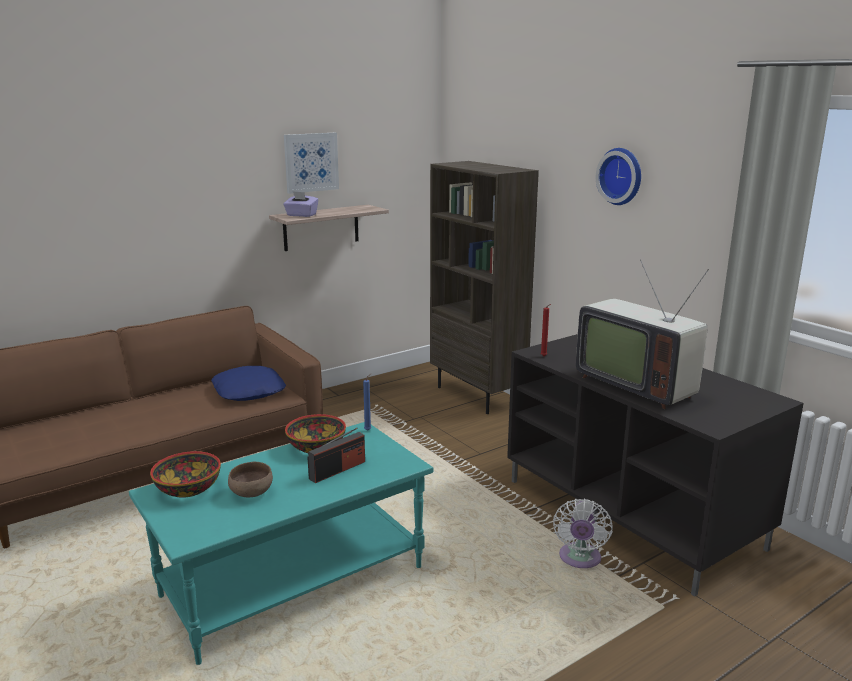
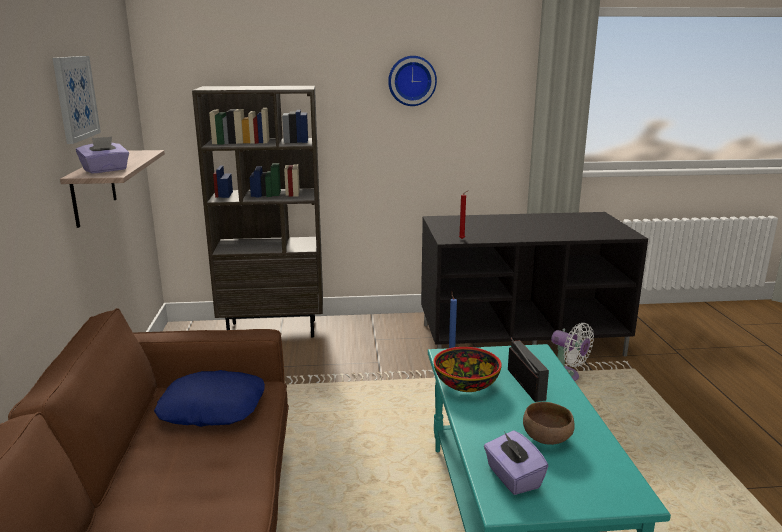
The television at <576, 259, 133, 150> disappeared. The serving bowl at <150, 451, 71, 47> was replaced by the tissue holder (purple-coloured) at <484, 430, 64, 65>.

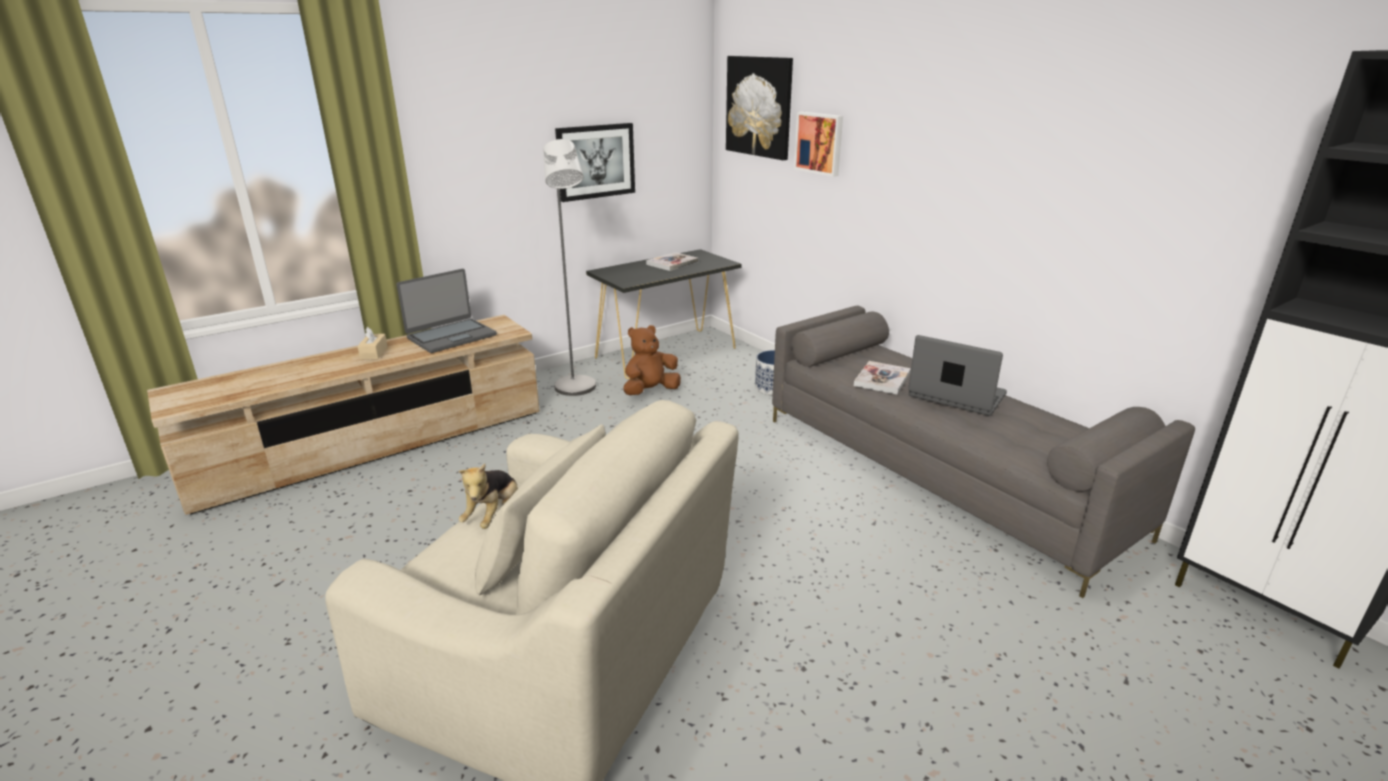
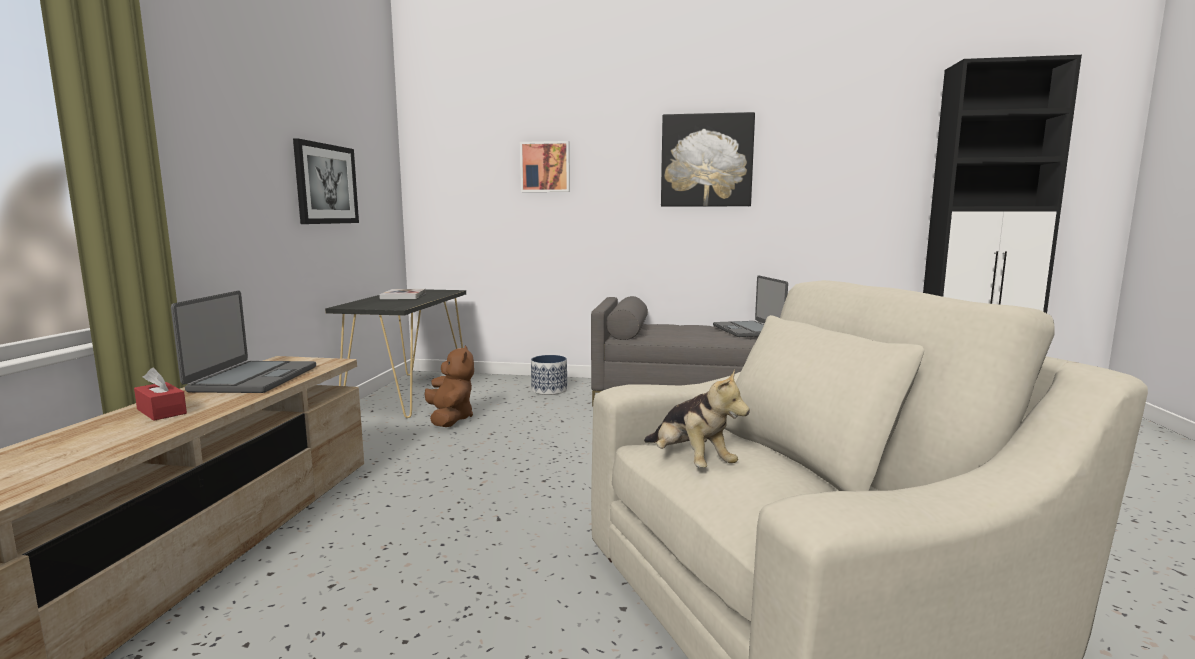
The standing lamp (greyish) at <543, 139, 53, 257> disappeared. The book at <854, 361, 57, 34> disappeared. The wall art moved from <726, 56, 67, 104> to <661, 112, 94, 95>. The tissue holder (sand-coloured) at <357, 327, 31, 33> became the tissue holder (reddish) at <134, 368, 53, 53>. The cuddly toy (brown-coloured) at <623, 325, 58, 70> turned 150 degrees clockwise. The laptop at <908, 335, 99, 81> turned 90 degrees counterclockwise.

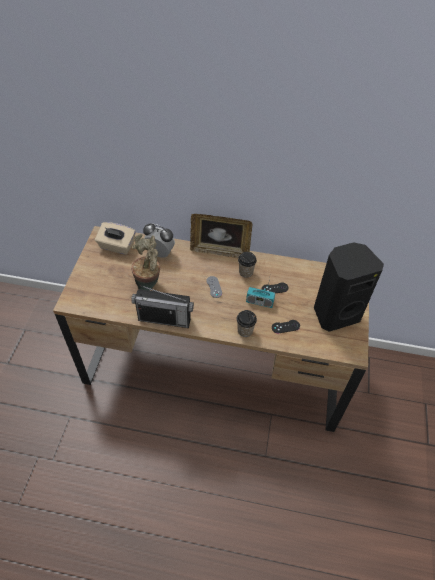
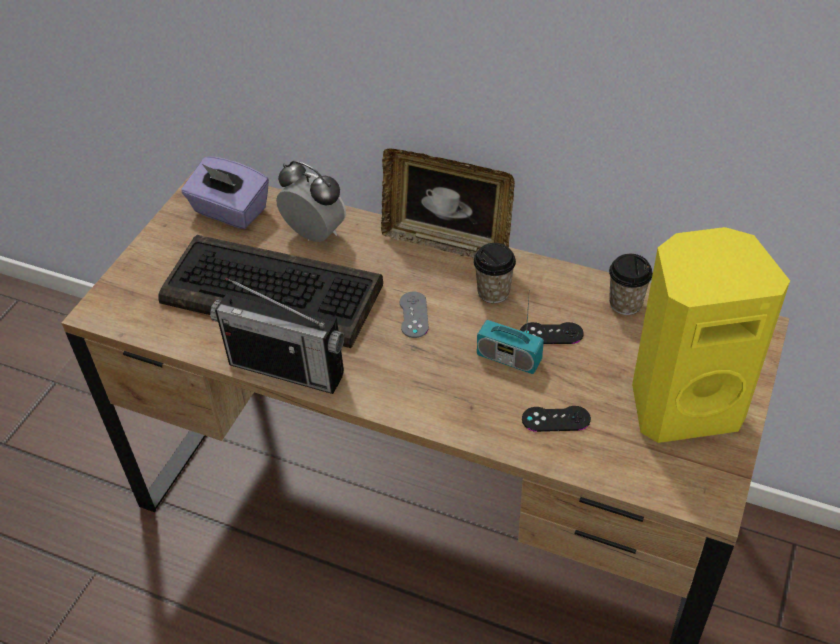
The cup moved from <237, 310, 20, 27> to <609, 254, 44, 61>. The houseplant at <131, 234, 29, 57> was replaced by the PC keyboard at <159, 235, 224, 113>. The tissue holder (sand-coloured) at <95, 222, 41, 33> became the tissue holder (purple-coloured) at <181, 157, 88, 72>. The speaker (black) at <314, 242, 70, 90> became the speaker (yellowish) at <632, 227, 158, 216>.

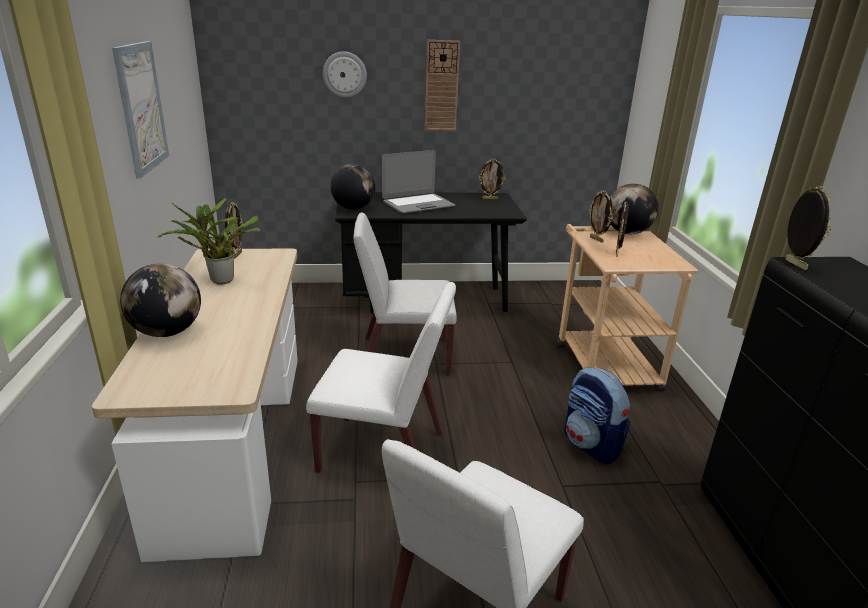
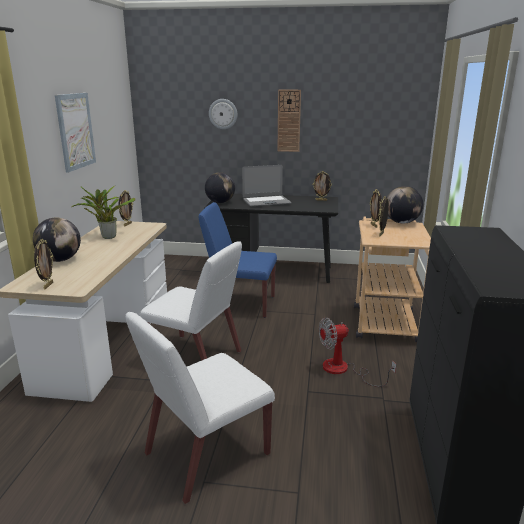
The photo frame moved from <786, 186, 45, 84> to <34, 239, 19, 51>. The backpack at <564, 367, 66, 97> was replaced by the electric fan at <319, 317, 77, 70>. The plain chair (whitish) at <353, 213, 103, 162> became the plain chair (blue-coloured) at <198, 202, 79, 116>.

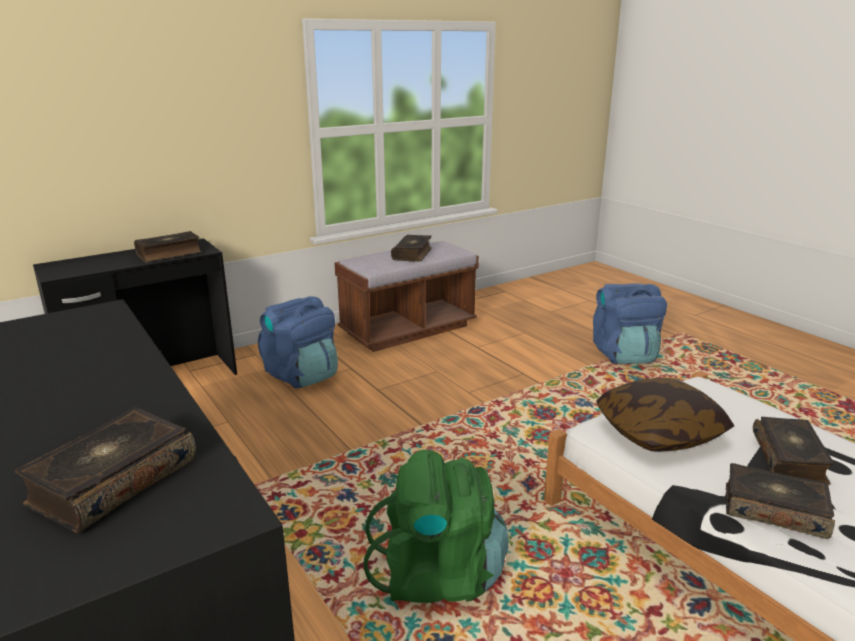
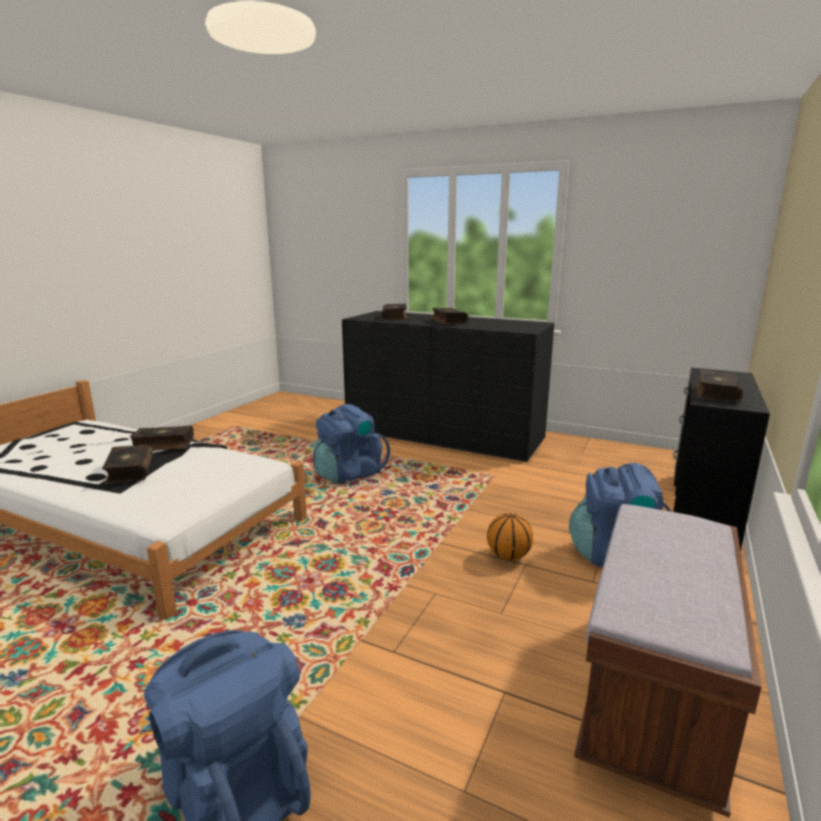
The pillow at <596, 378, 138, 74> disappeared. The ball for basketball at <487, 513, 46, 47> appeared. The book moved from <391, 235, 41, 27> to <431, 308, 37, 16>. The backpack (green) at <364, 449, 145, 154> became the backpack (blue-coloured) at <313, 404, 77, 80>.

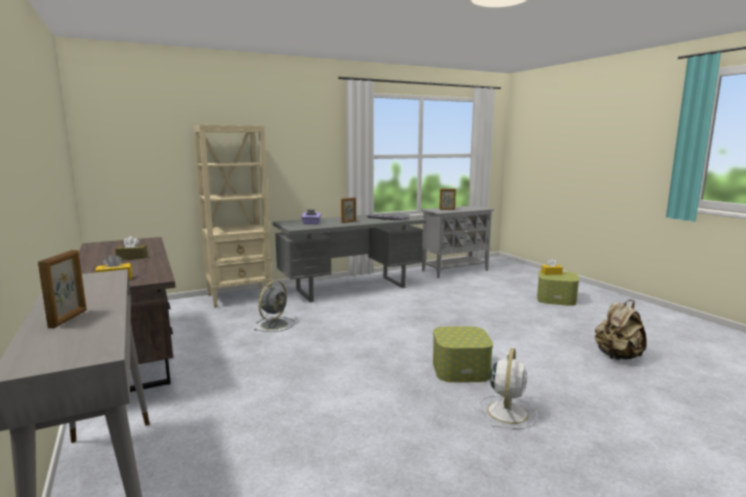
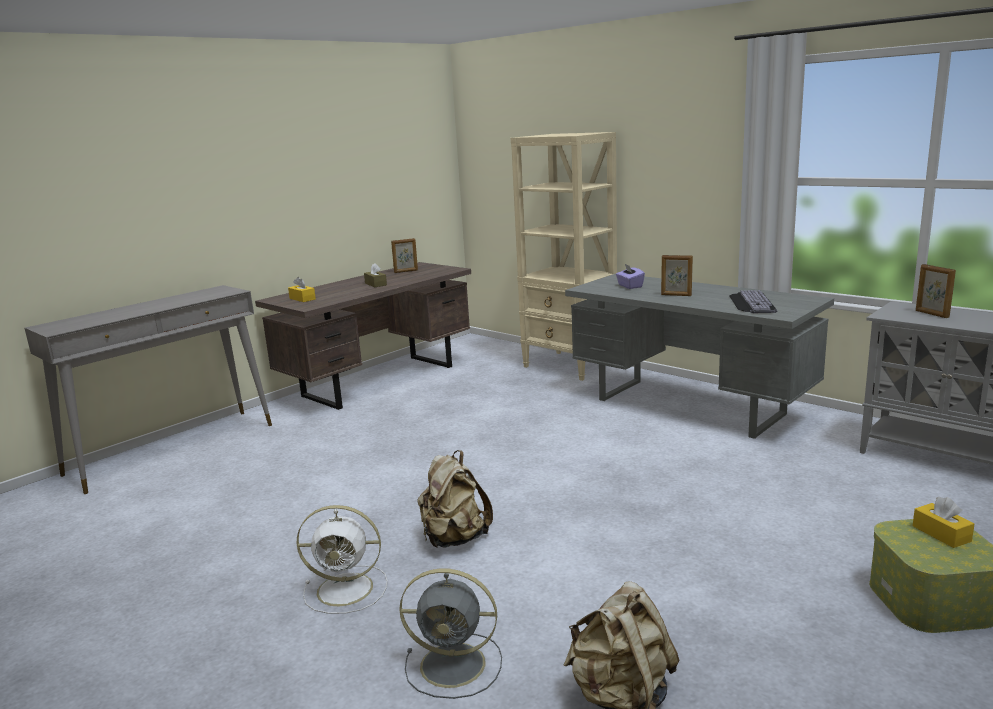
The photo frame moved from <38, 250, 49, 78> to <391, 238, 27, 35>. The electric fan (greyish) moved from <254, 281, 41, 51> to <399, 568, 103, 131>. The storage container at <433, 326, 60, 57> was replaced by the backpack (sand-coloured) at <417, 450, 76, 98>.

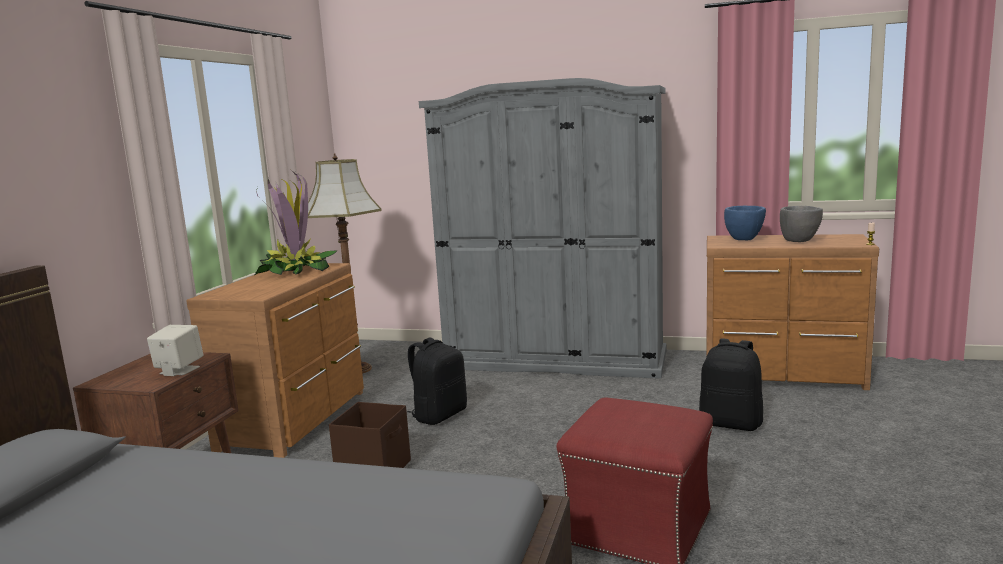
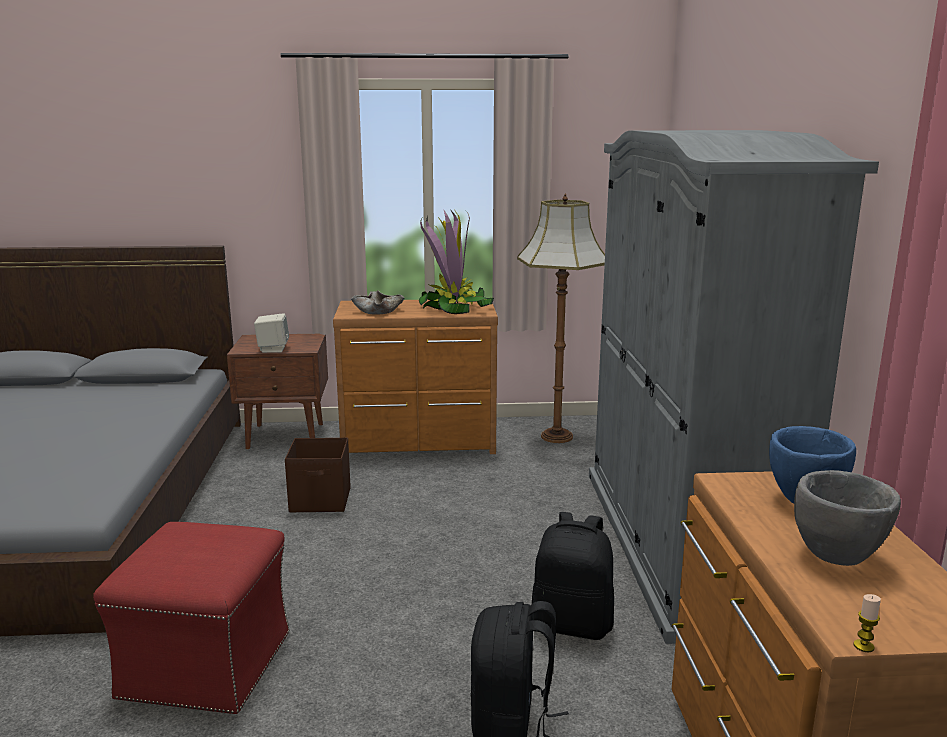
The serving bowl (sand-coloured) at <351, 290, 53, 24> appeared. The backpack (black) moved from <407, 337, 60, 88> to <532, 512, 82, 128>.

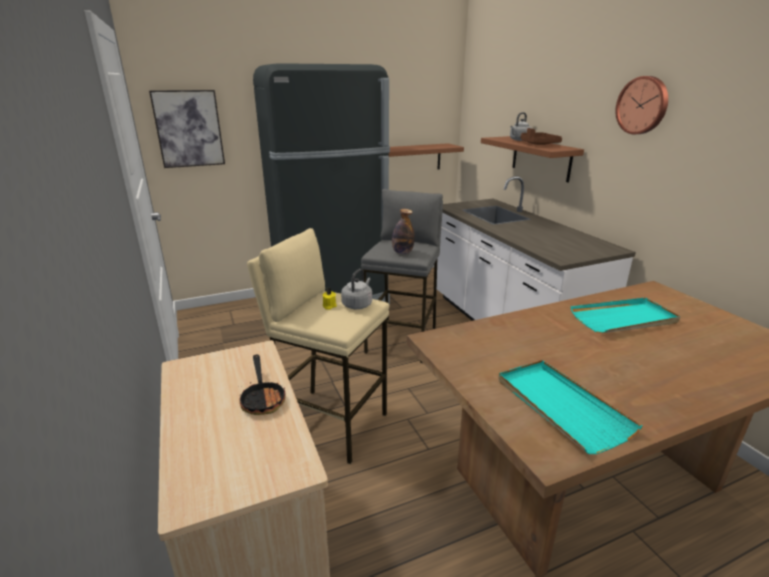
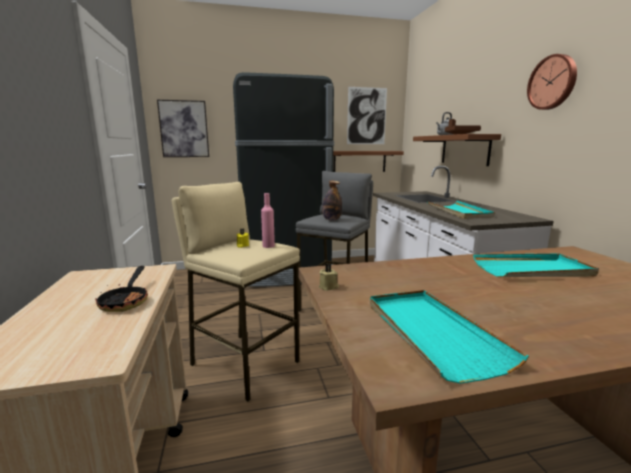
The wax light (sand-coloured) at <319, 263, 20, 28> appeared. The wall art at <347, 87, 40, 57> appeared. The carrying tray (blue-green) at <427, 201, 68, 18> appeared. The tea kettle (greyish) at <341, 269, 31, 40> was replaced by the beverage bottle (pink) at <261, 193, 14, 55>.

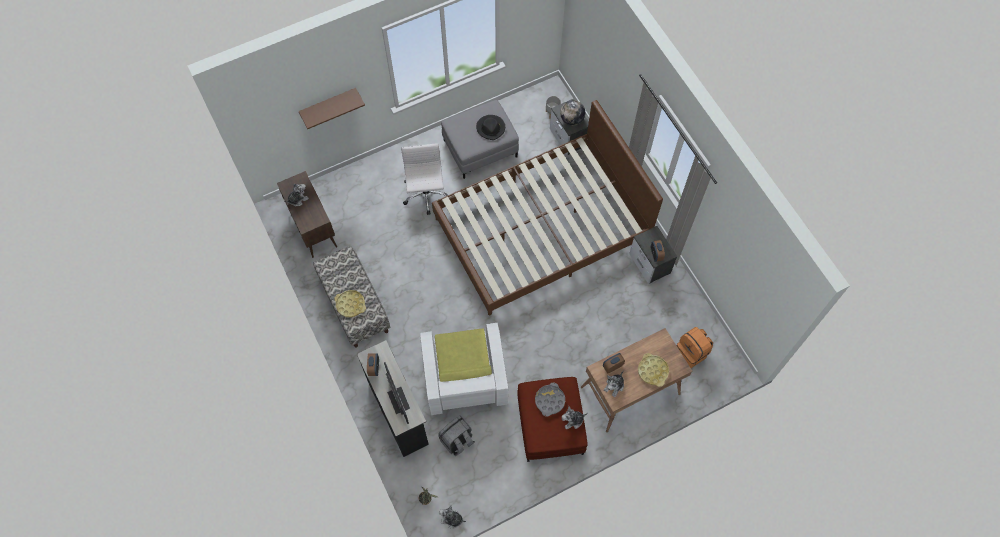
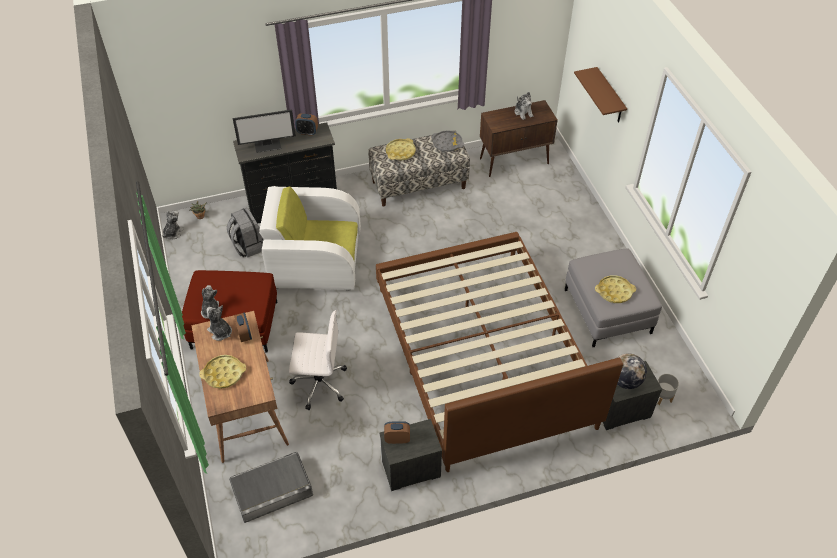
The office chair (whitish) moved from <401, 143, 46, 72> to <289, 310, 58, 100>. The carrying tray (greyish) moved from <535, 382, 30, 35> to <431, 130, 33, 22>. The wearable hat (black) at <476, 115, 29, 25> was replaced by the carrying tray (yellowish) at <595, 275, 41, 28>. The backpack (orange-coloured) at <677, 327, 36, 41> was replaced by the storage container (greyish) at <229, 452, 84, 71>.

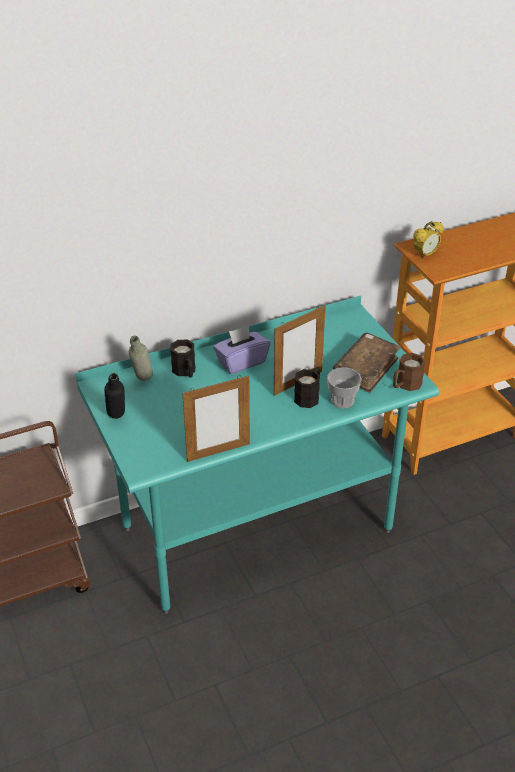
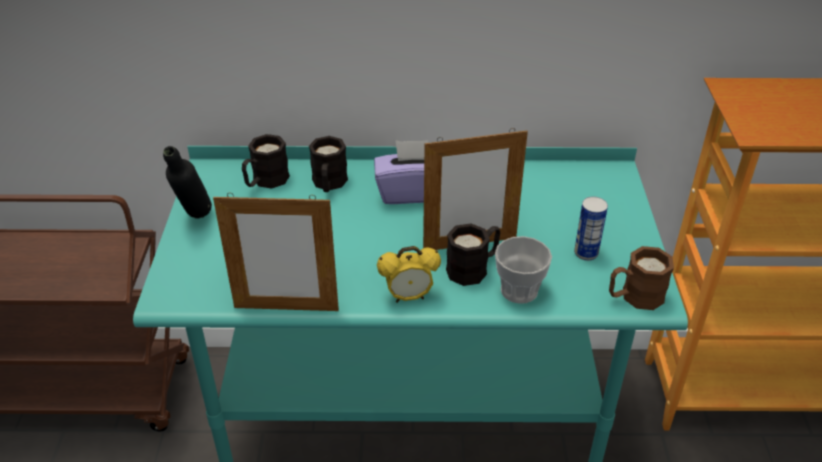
The bedside clock moved from <413, 221, 31, 38> to <377, 246, 64, 57>. The beverage bottle (greyish) at <129, 335, 24, 46> was replaced by the mug (black) at <242, 134, 48, 55>. The book (brown-coloured) at <333, 333, 68, 60> was replaced by the can at <574, 196, 34, 65>.

